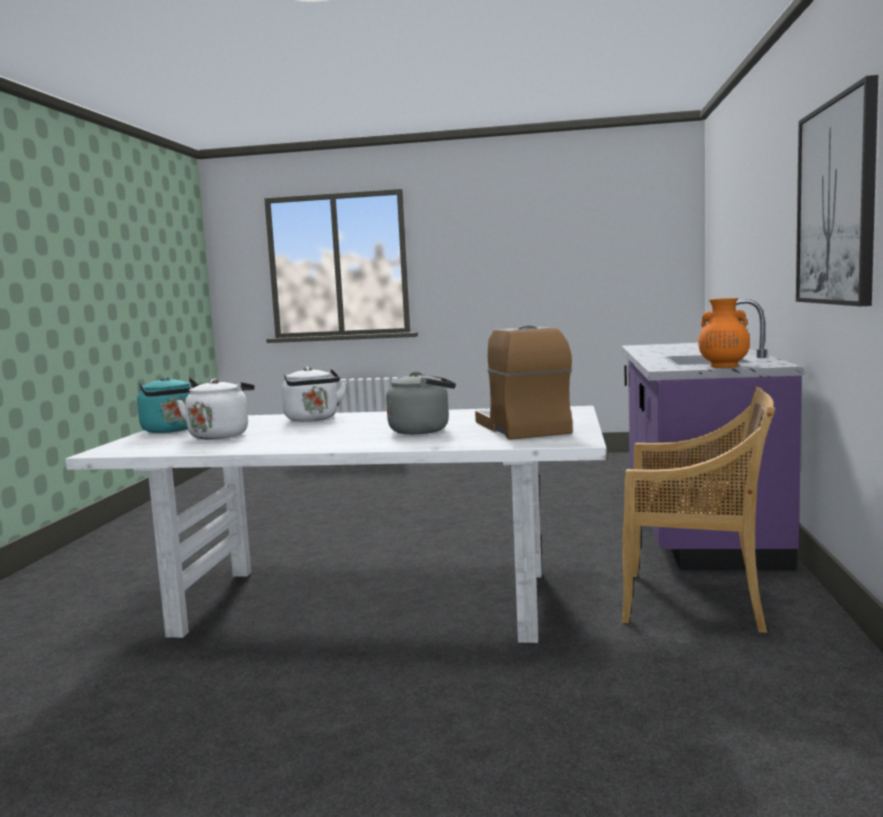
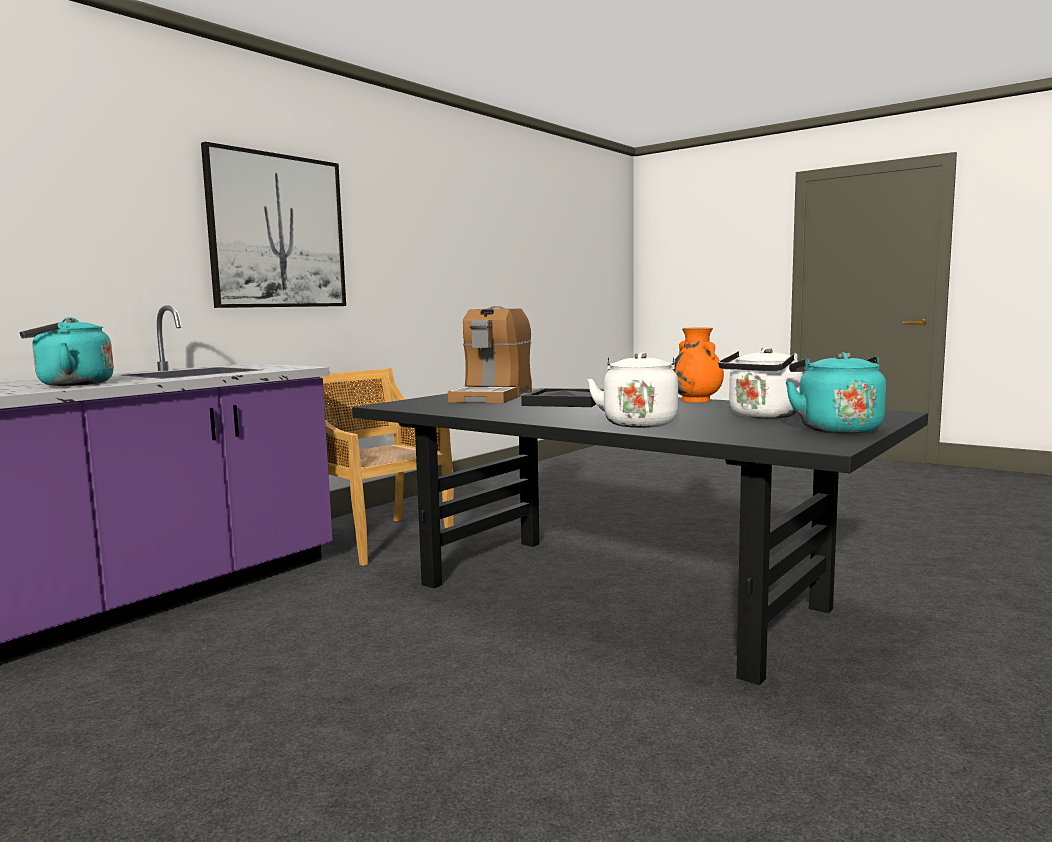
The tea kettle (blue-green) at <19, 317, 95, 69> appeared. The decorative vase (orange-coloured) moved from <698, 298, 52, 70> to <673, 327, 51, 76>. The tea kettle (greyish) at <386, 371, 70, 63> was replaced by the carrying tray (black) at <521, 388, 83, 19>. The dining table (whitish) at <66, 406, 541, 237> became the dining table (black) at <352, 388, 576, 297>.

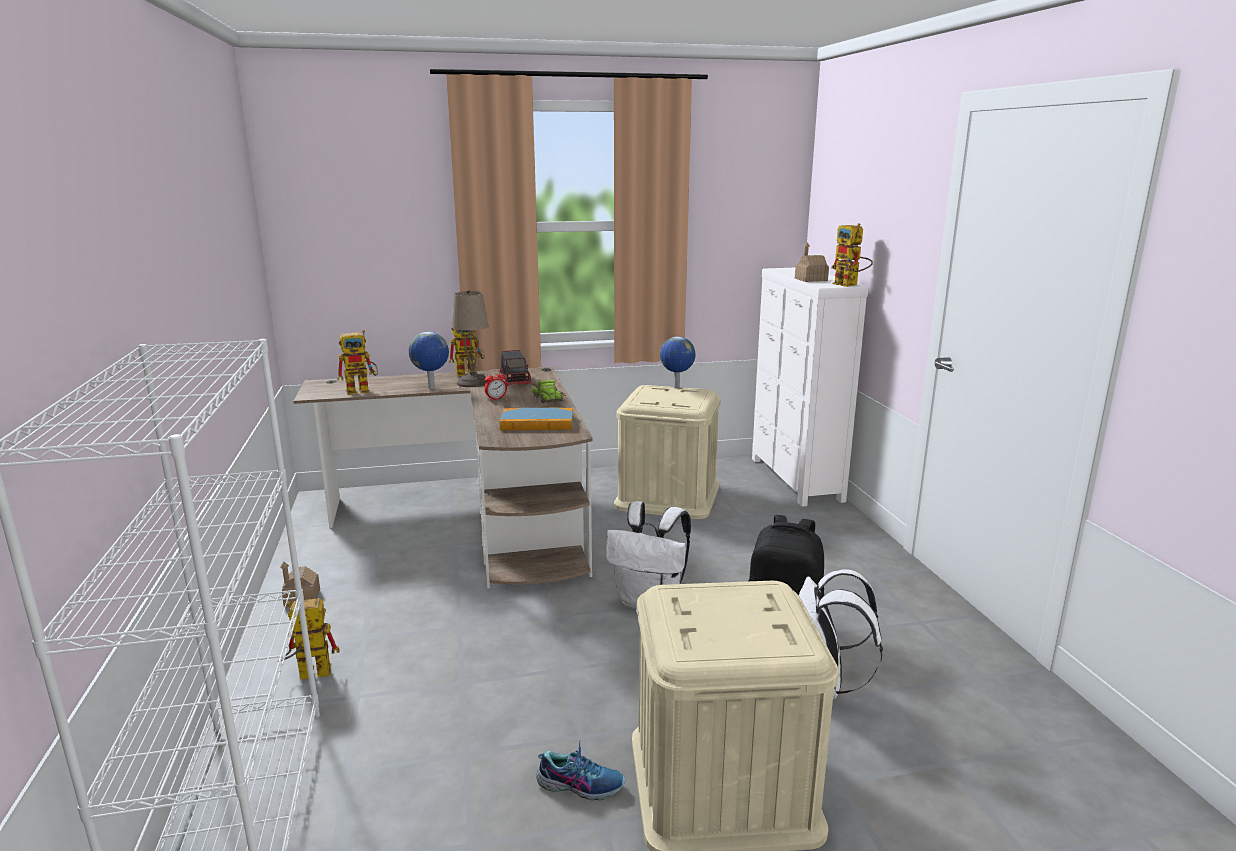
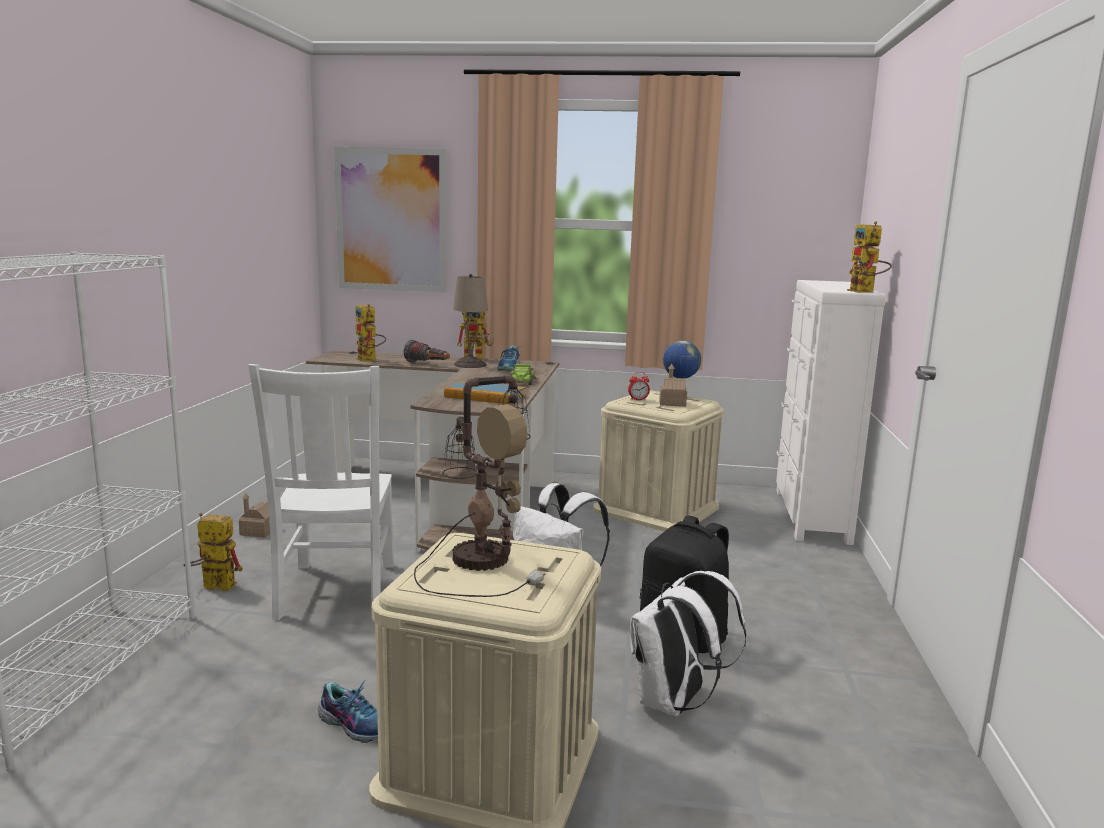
The plain chair (whitish) at <248, 364, 146, 256> appeared. The wall art at <334, 147, 113, 146> appeared. The tabletop lamp at <414, 375, 132, 222> appeared. The bedside clock moved from <484, 370, 23, 30> to <628, 372, 22, 28>. The toy house moved from <795, 242, 34, 40> to <659, 364, 28, 43>. The world globe at <409, 332, 40, 57> was replaced by the torch at <404, 340, 46, 23>. The toy lorry at <499, 350, 33, 36> was replaced by the item of footwear at <497, 345, 25, 26>. The model robot at <337, 330, 41, 65> turned 60 degrees clockwise.

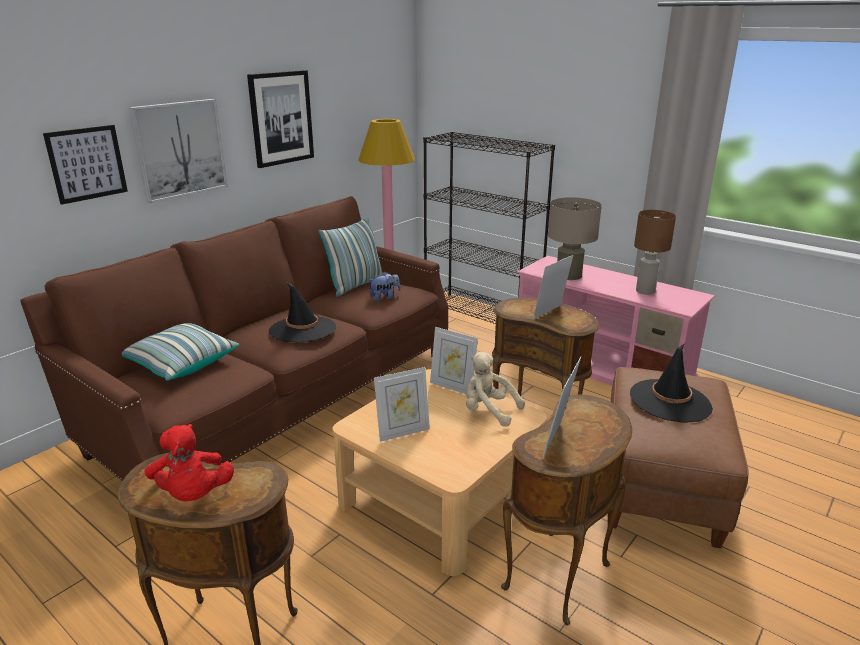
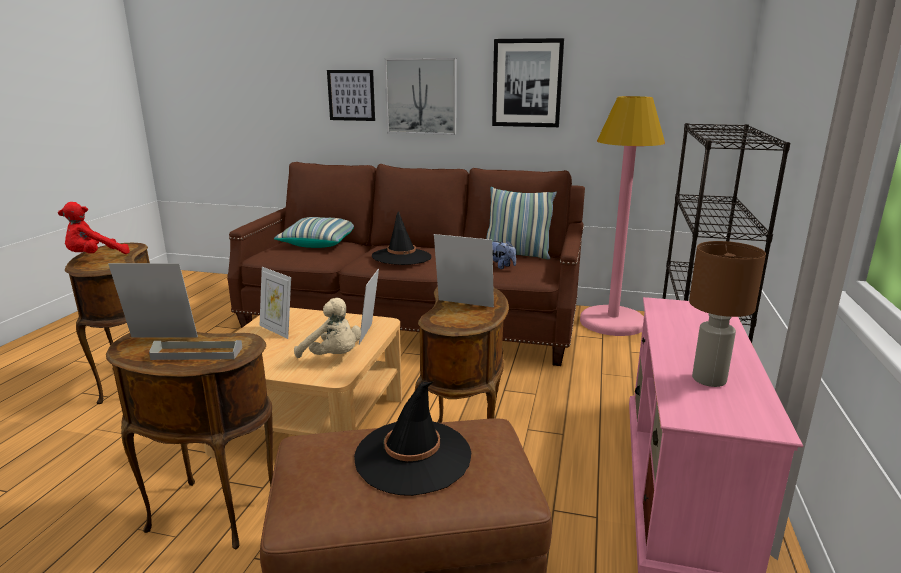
The tabletop lamp (sand-coloured) at <548, 197, 54, 83> disappeared. The carrying tray (greyish) at <149, 340, 94, 20> appeared. The cuddly toy (sand-coloured) at <466, 352, 59, 74> turned 120 degrees clockwise.

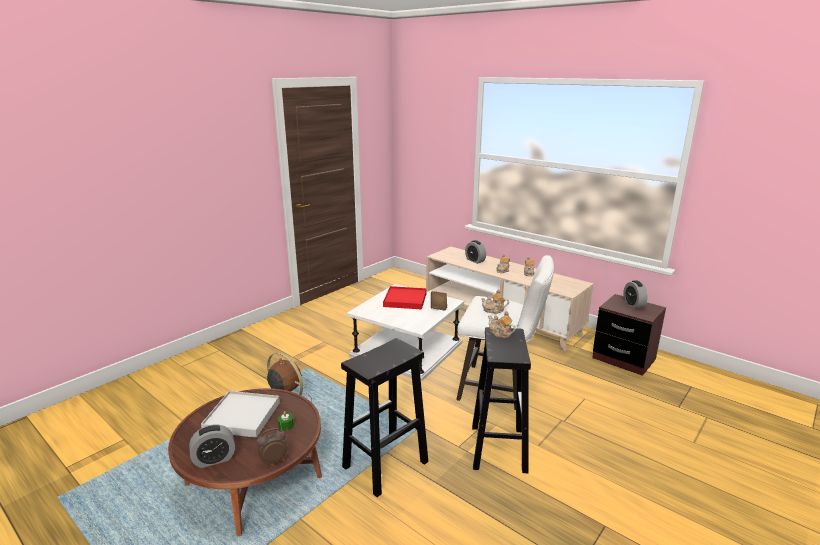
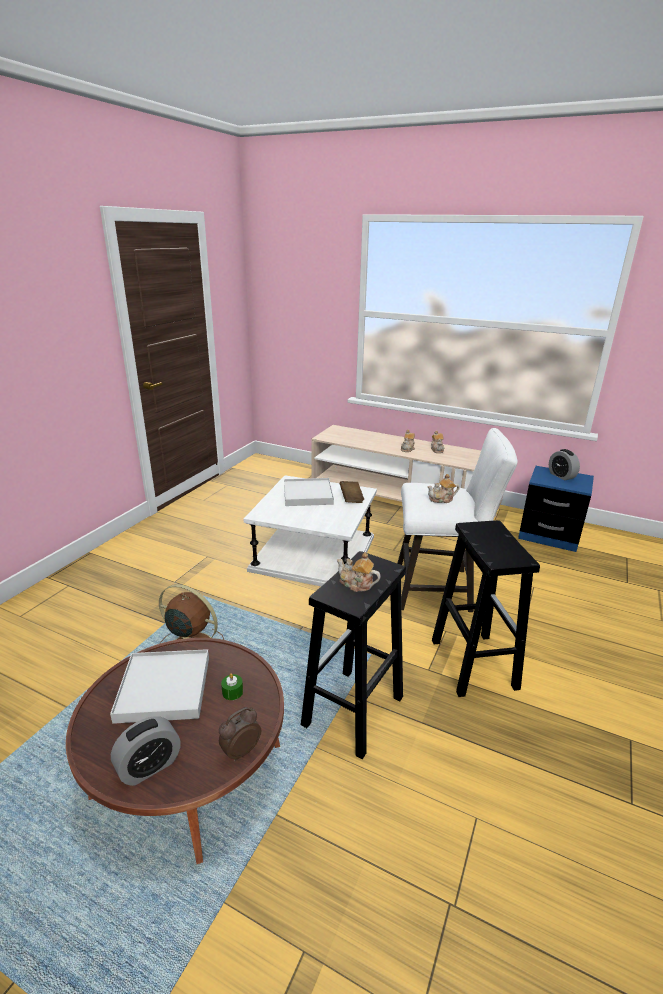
The bedside clock at <465, 240, 21, 24> disappeared. The tea pot moved from <488, 311, 28, 27> to <337, 552, 44, 40>. The carrying tray (reddish) at <383, 286, 44, 23> became the carrying tray (whitish) at <284, 478, 50, 28>. The bedside table (brown-coloured) at <592, 294, 74, 82> became the bedside table (blue-coloured) at <518, 466, 76, 86>.

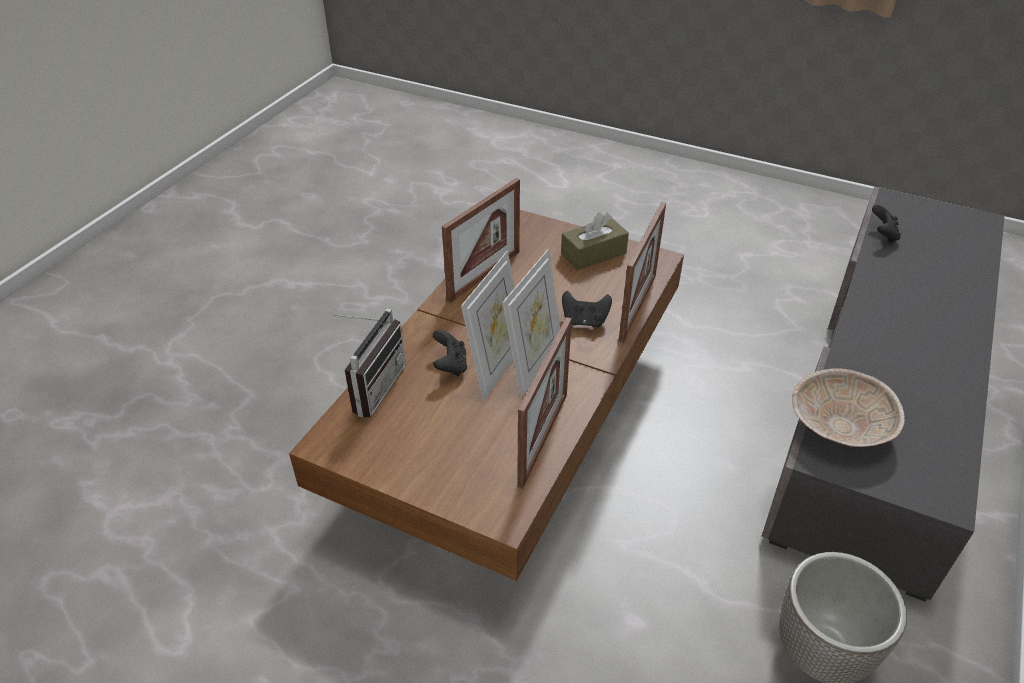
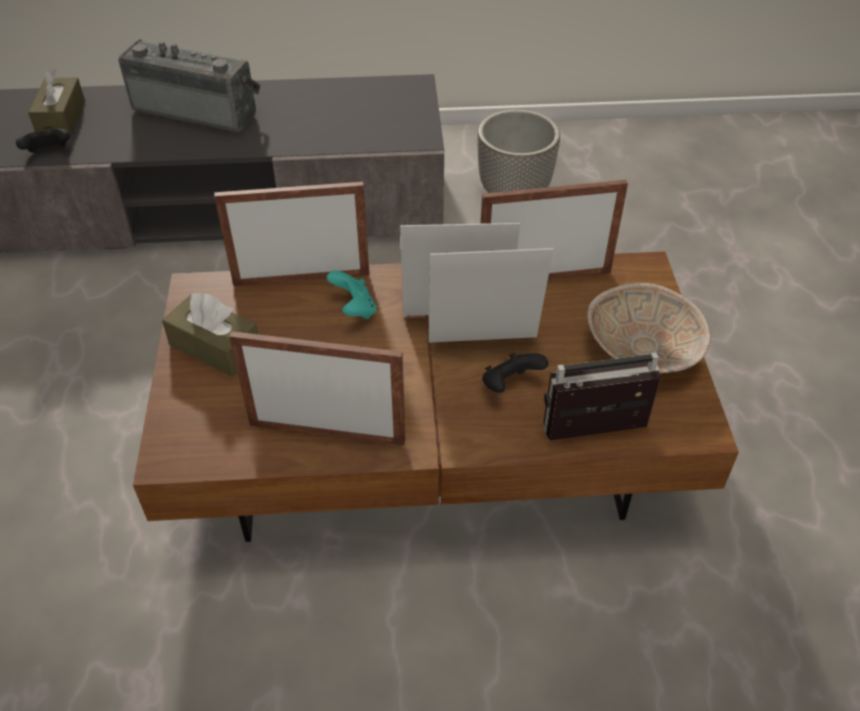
The tissue holder (brown-coloured) at <28, 68, 57, 68> appeared. The radio set at <119, 40, 141, 92> appeared. The serving bowl (sand-coloured) moved from <792, 368, 113, 79> to <587, 283, 124, 90>. The joypad (black) at <562, 291, 50, 36> became the joypad (blue-green) at <327, 270, 50, 49>.

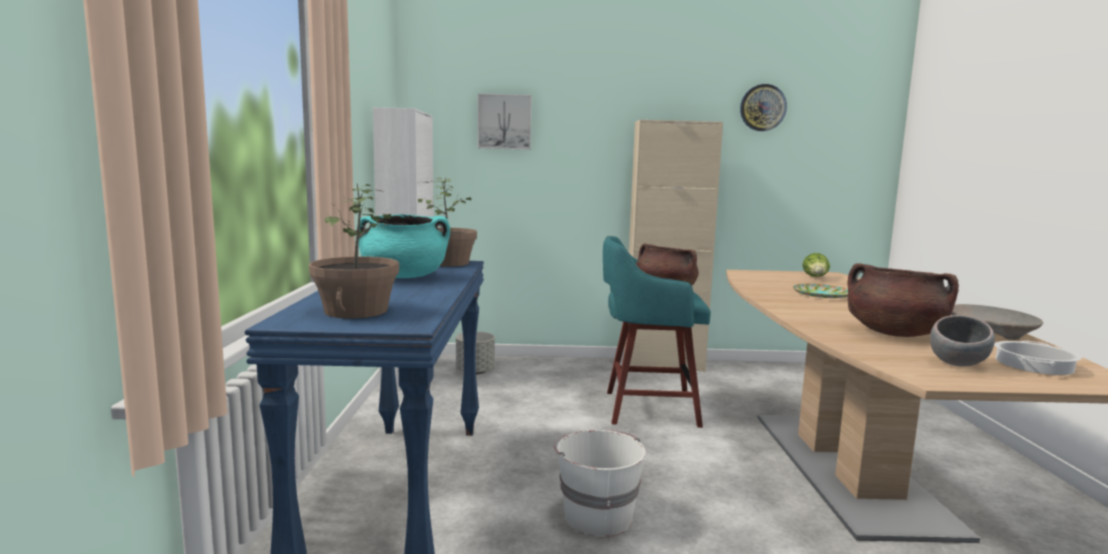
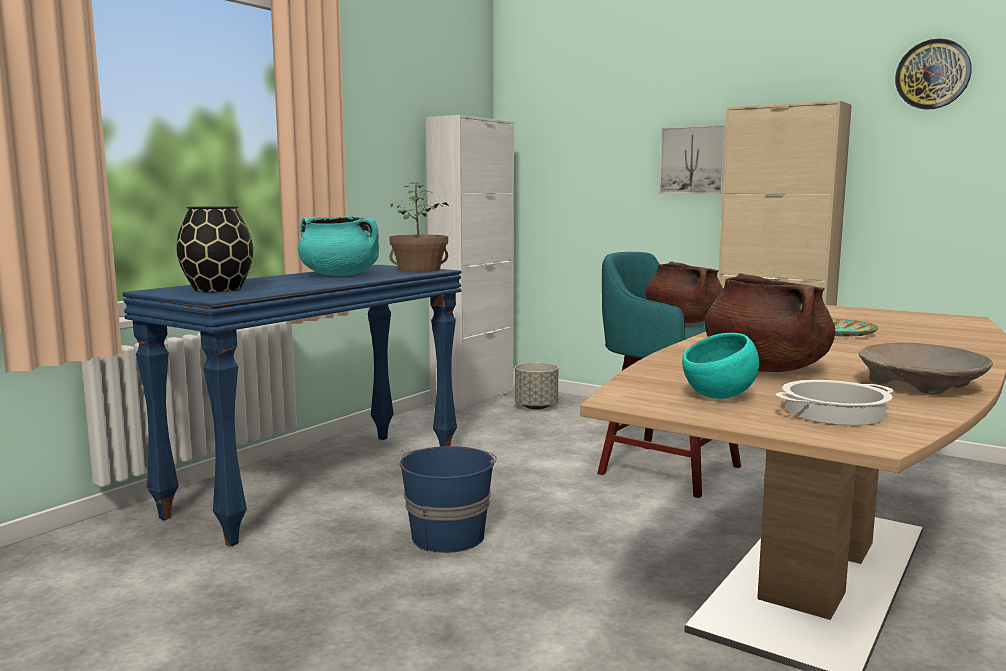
The lettuce at <802, 253, 28, 24> disappeared. The wall art moved from <478, 93, 54, 57> to <659, 125, 67, 69>. The houseplant at <309, 184, 90, 134> was replaced by the decorative vase (black) at <176, 206, 77, 86>. The bucket (whitish) at <554, 429, 92, 109> became the bucket (blue-coloured) at <400, 446, 97, 107>. The serving bowl (greyish) at <930, 315, 65, 52> became the serving bowl (blue-green) at <682, 333, 77, 66>.

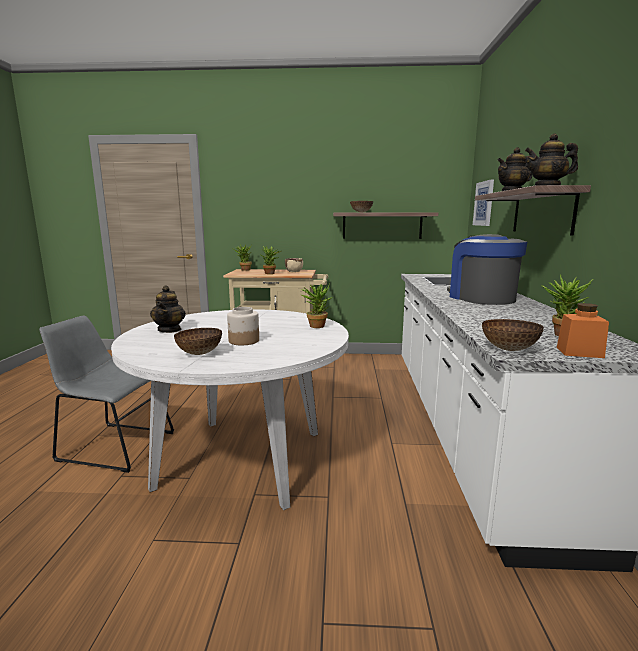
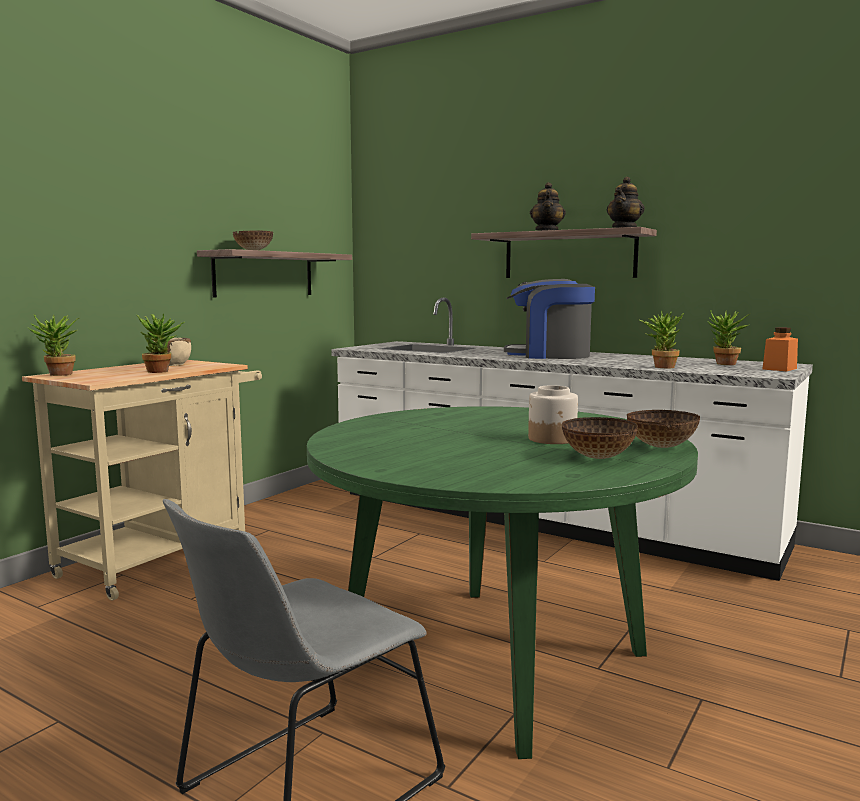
The tea pot at <150, 285, 36, 48> disappeared. The wall art at <473, 180, 21, 46> disappeared. The houseplant moved from <301, 282, 31, 46> to <639, 310, 45, 58>. The serving bowl moved from <482, 319, 62, 32> to <627, 410, 73, 38>. The dining table (whitish) at <111, 309, 238, 201> became the dining table (green) at <307, 406, 391, 353>.

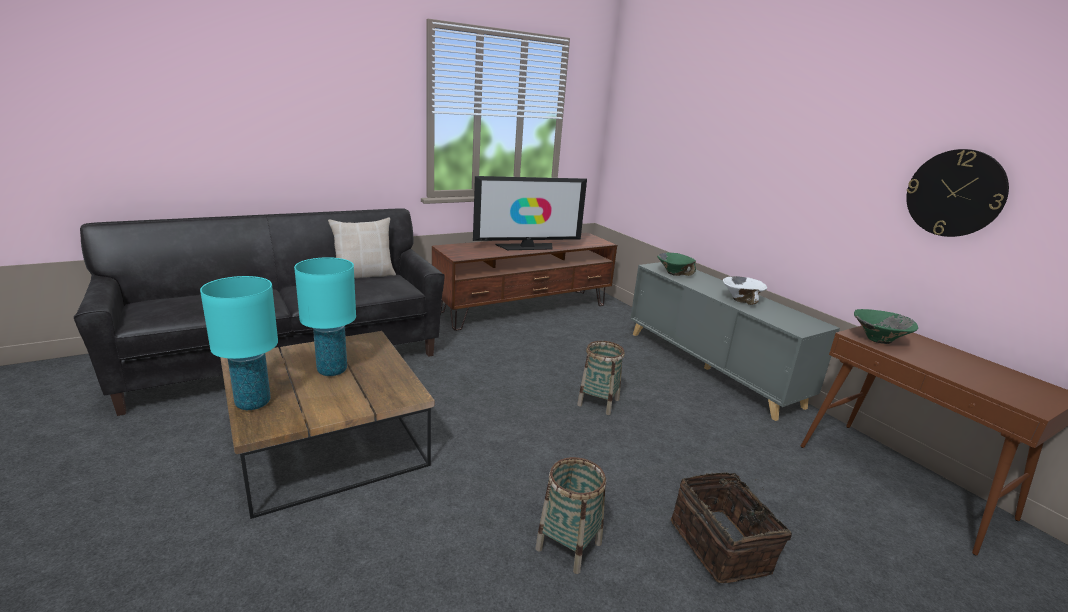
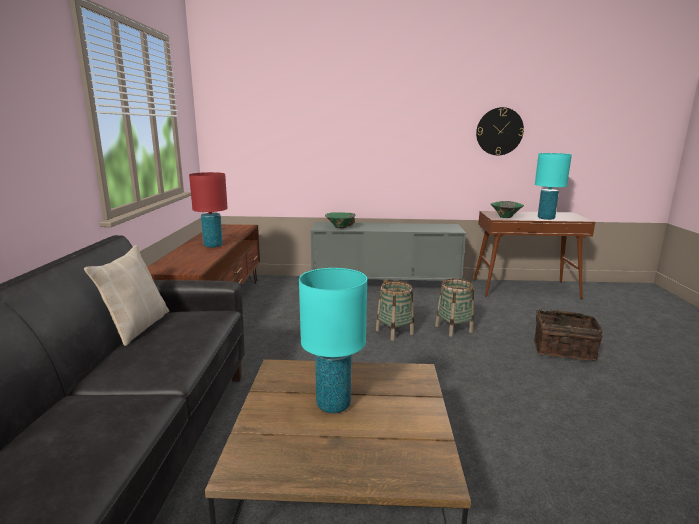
The serving bowl (whitish) at <723, 276, 44, 29> disappeared. The tabletop lamp (blue-green) moved from <200, 276, 78, 134> to <535, 153, 37, 67>. The household basket moved from <535, 457, 71, 117> to <435, 278, 39, 59>. The television at <473, 176, 114, 74> was replaced by the tabletop lamp (reddish) at <189, 172, 39, 76>.

